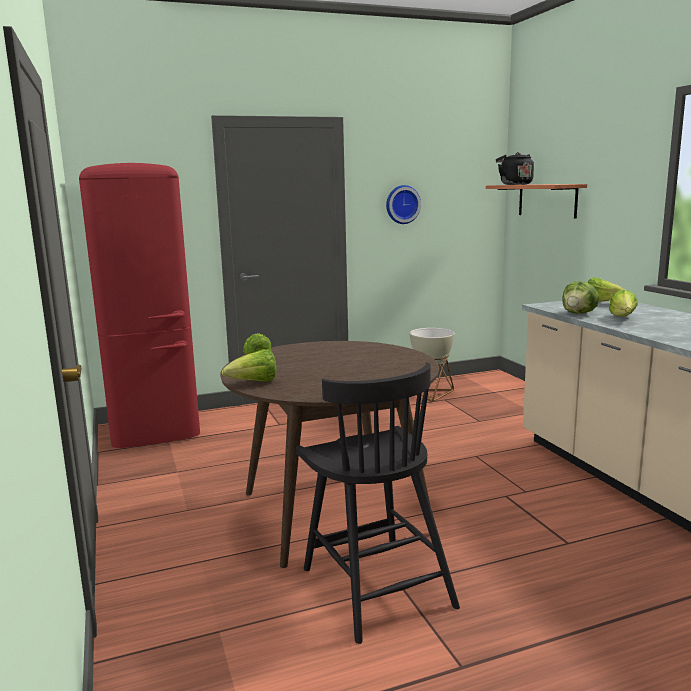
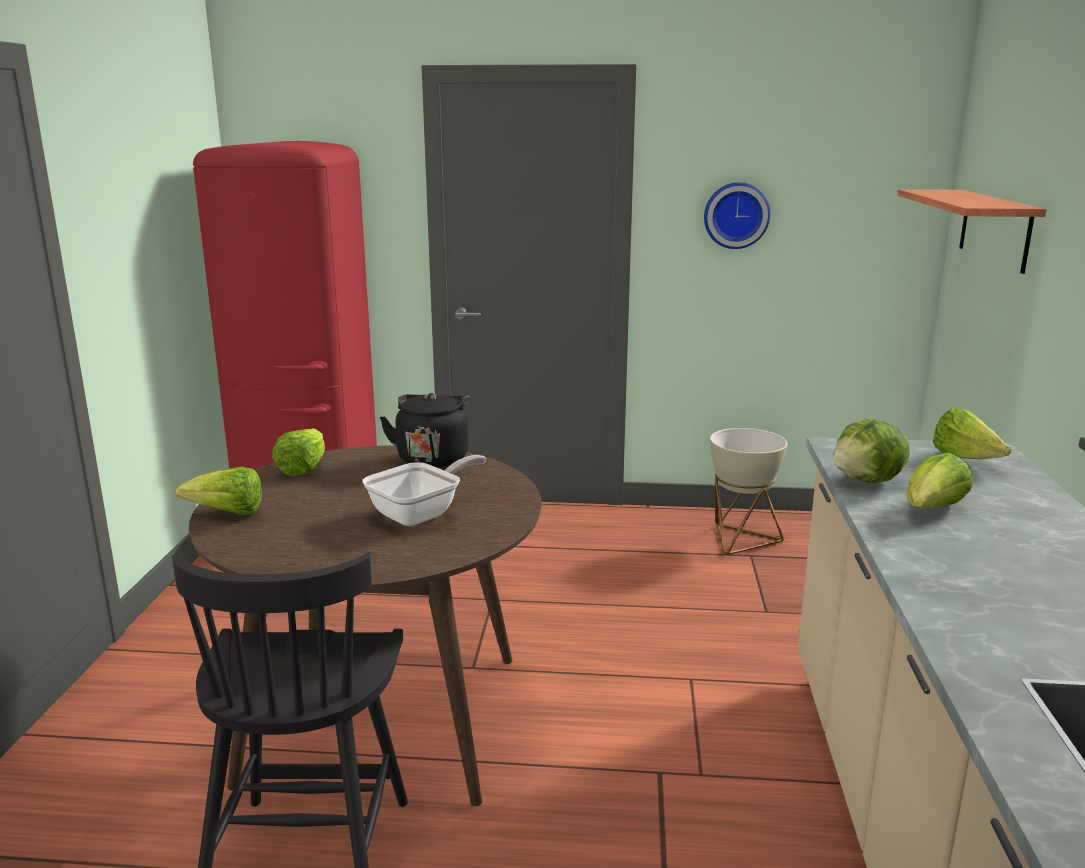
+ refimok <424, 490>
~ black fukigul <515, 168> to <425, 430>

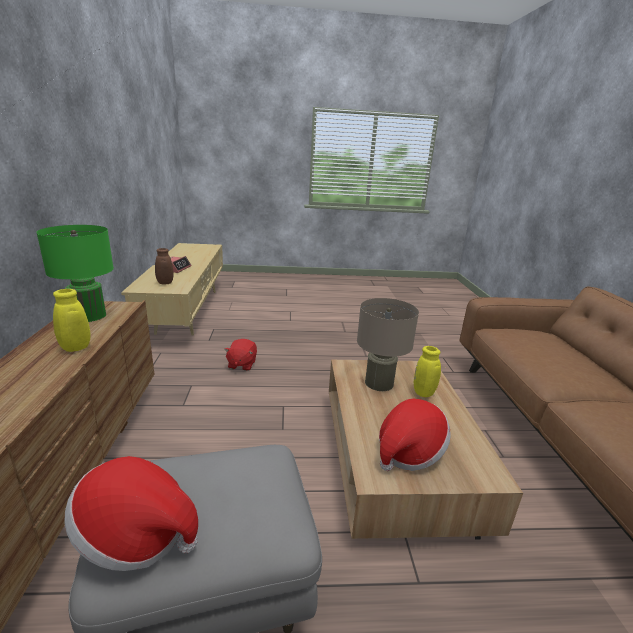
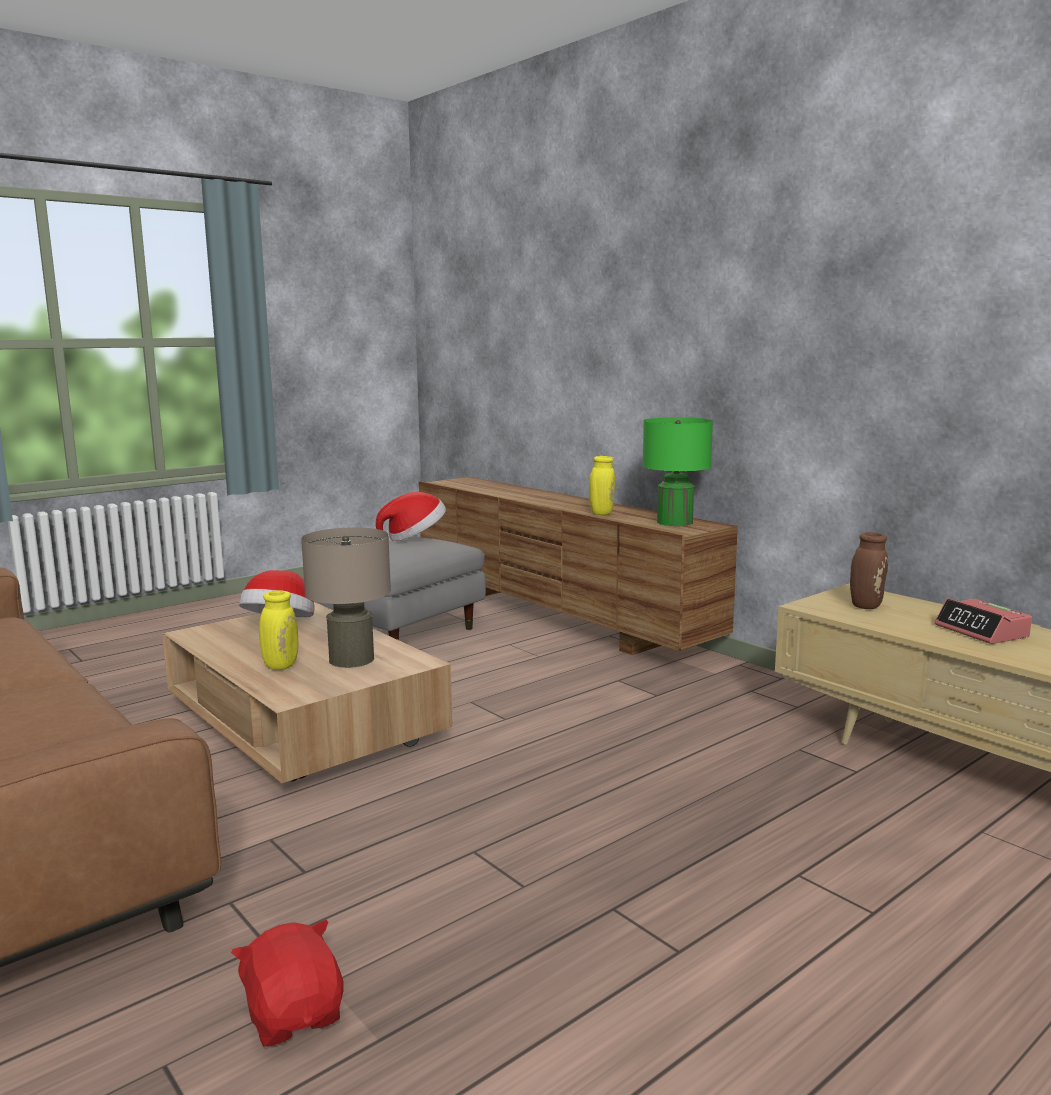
~ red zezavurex <240, 355> to <287, 983>

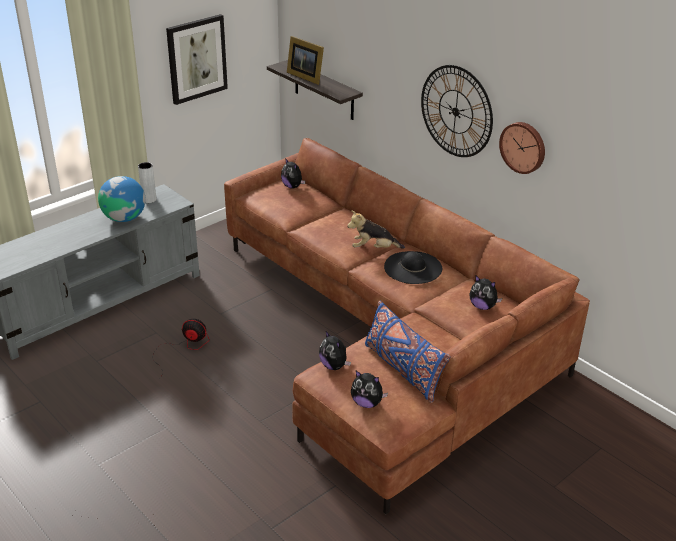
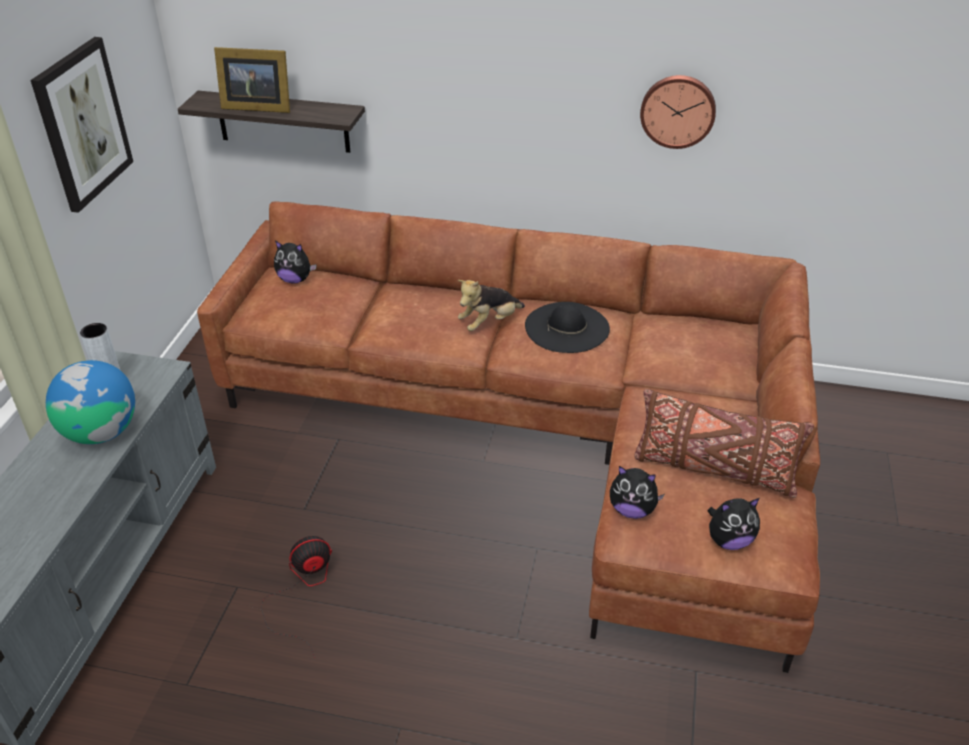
- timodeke <457, 111>
- zezavurex <485, 293>
~ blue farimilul <407, 351> to brown farimilul <724, 443>

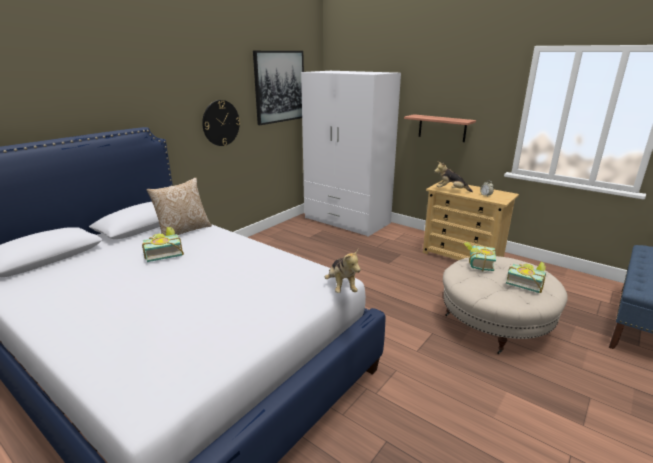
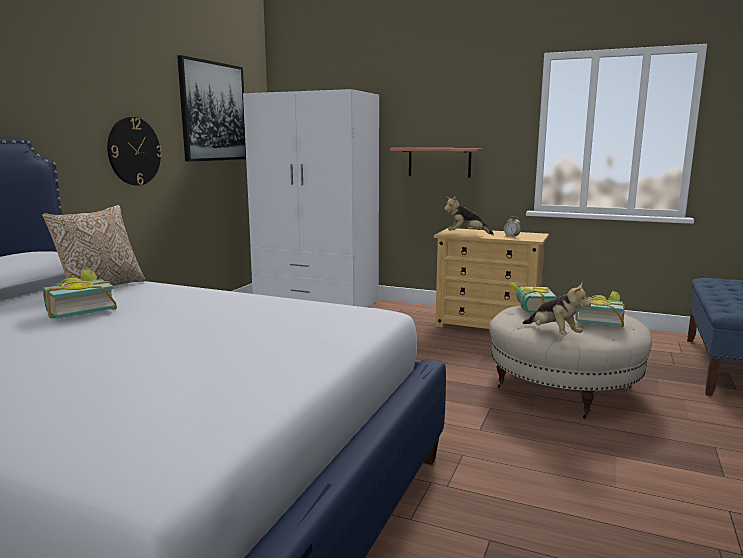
~ zezavurex <343, 271> to <557, 309>

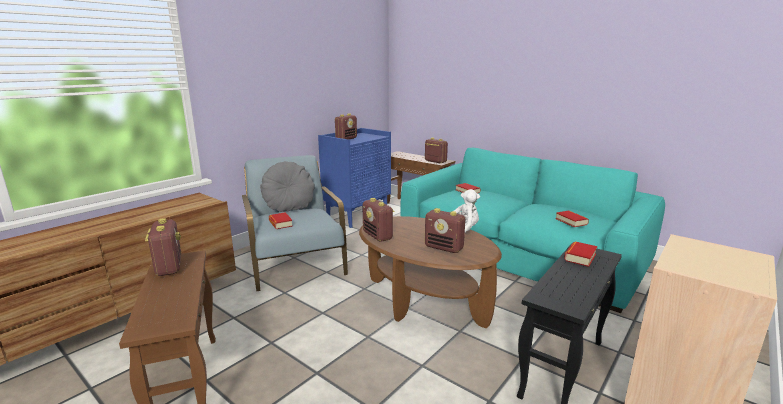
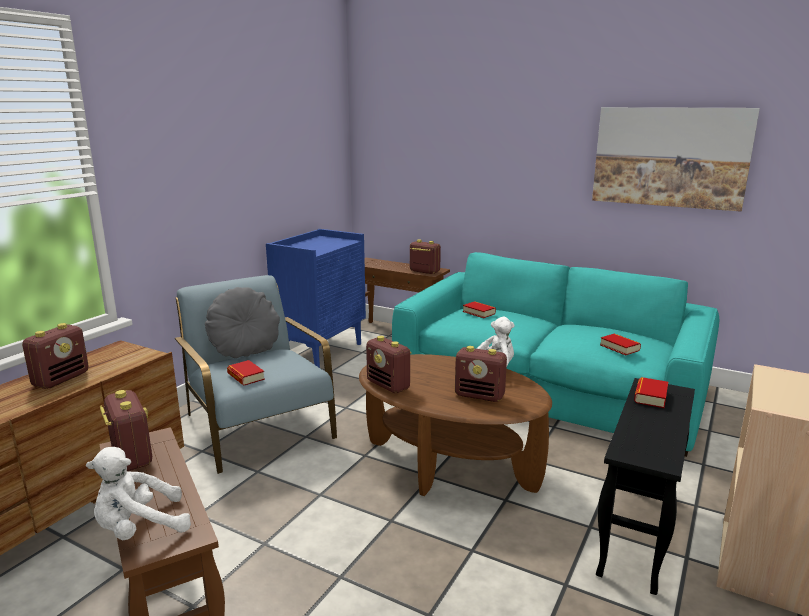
+ white zezavurex <138, 493>
+ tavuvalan <676, 159>
~ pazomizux <346, 126> to <55, 356>

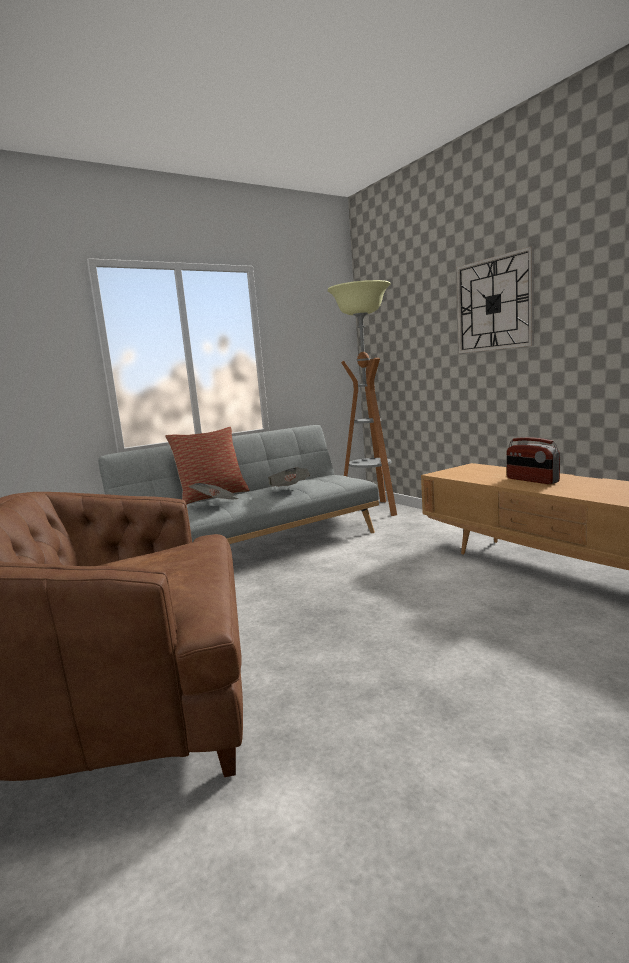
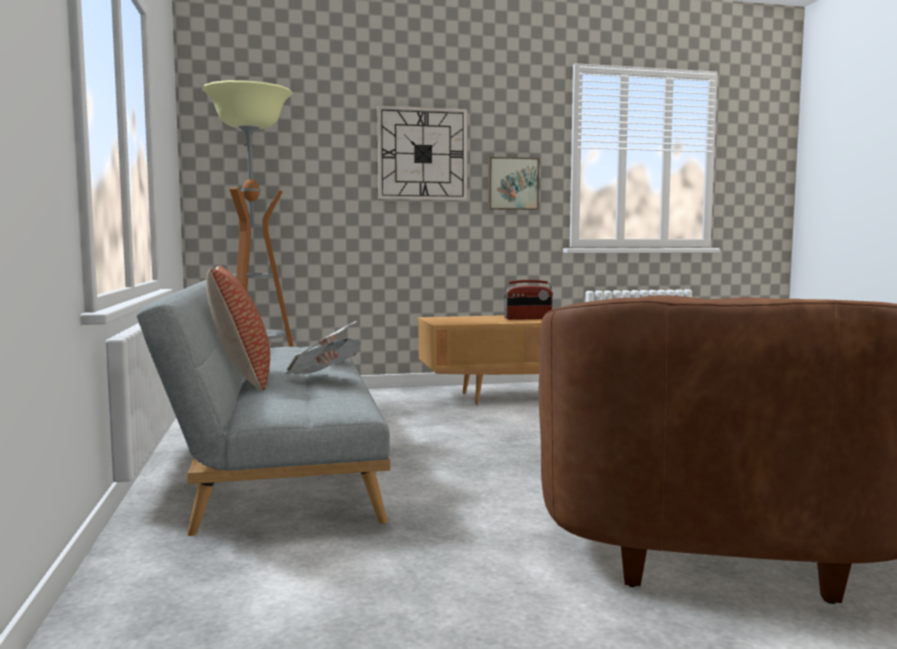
+ tavuvalan <513, 183>

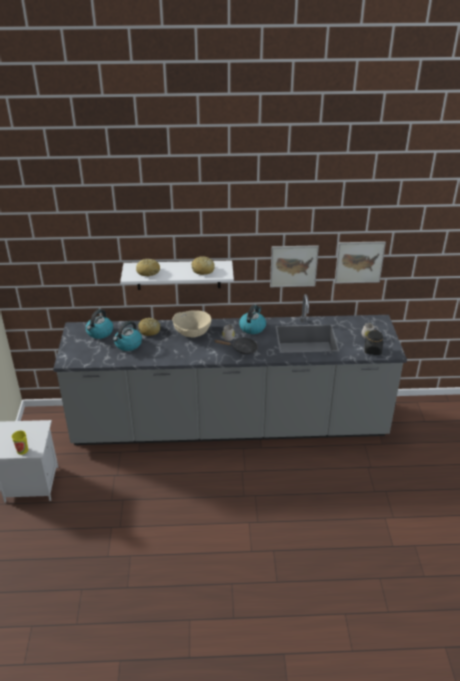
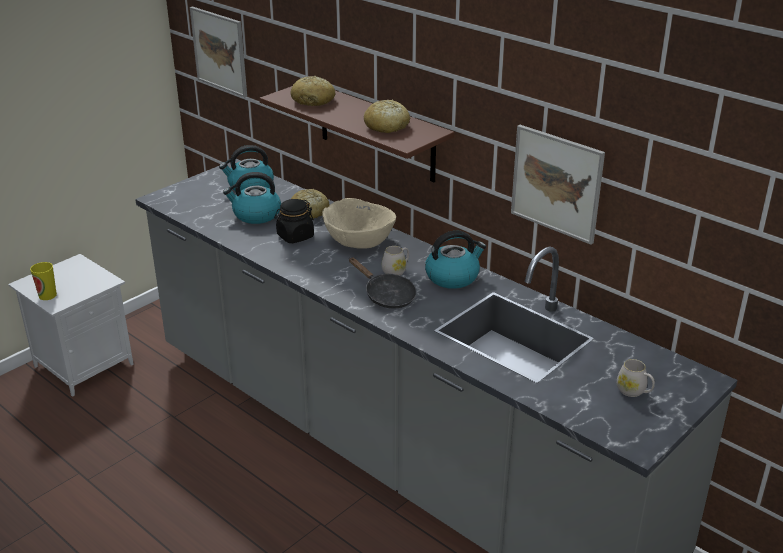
~ tavuvalan <360, 262> to <218, 52>
~ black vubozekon <373, 342> to <294, 221>
~ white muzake <177, 275> to brown muzake <356, 134>

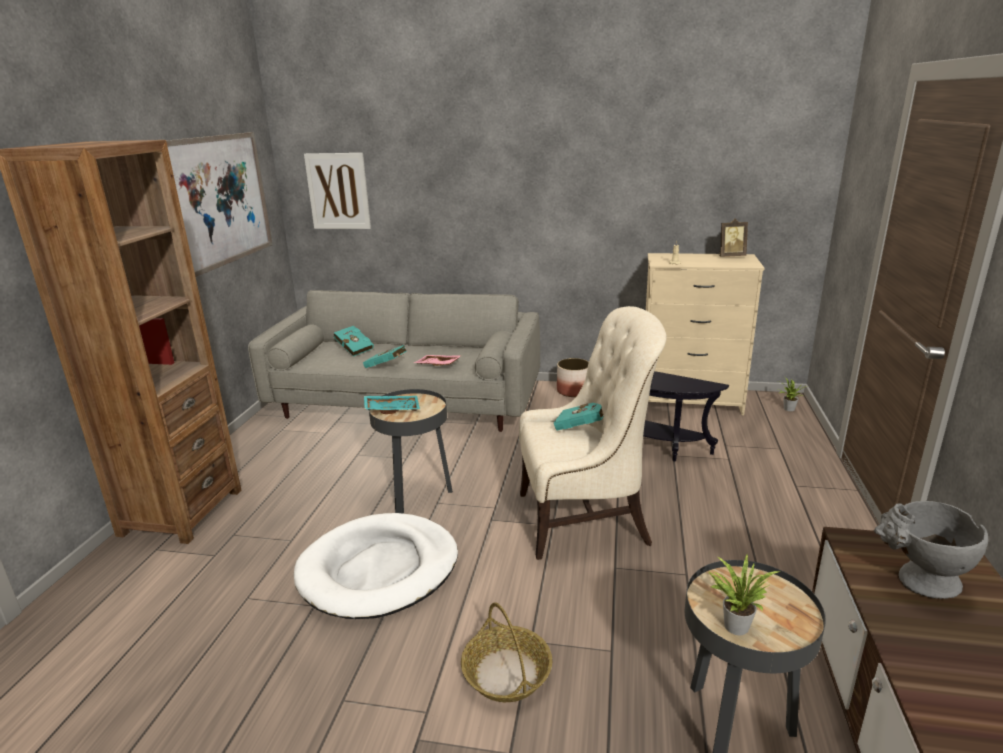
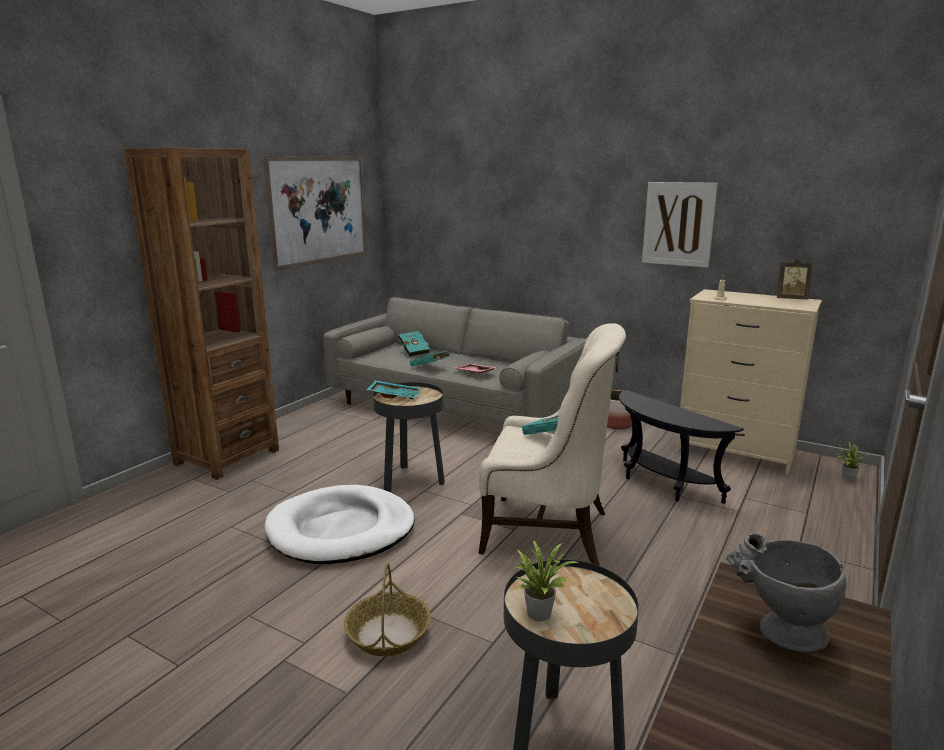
~ tavuvalan <337, 191> to <680, 225>

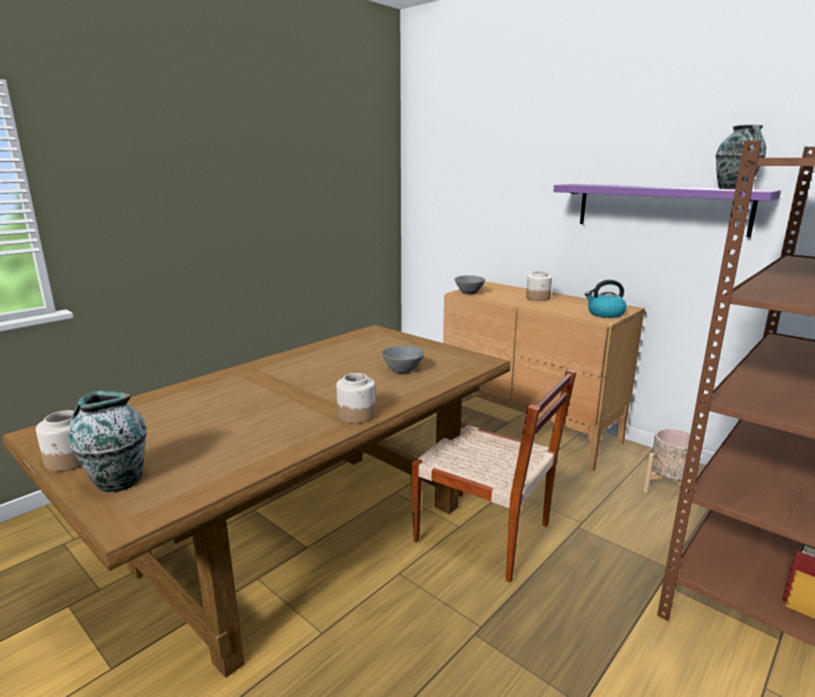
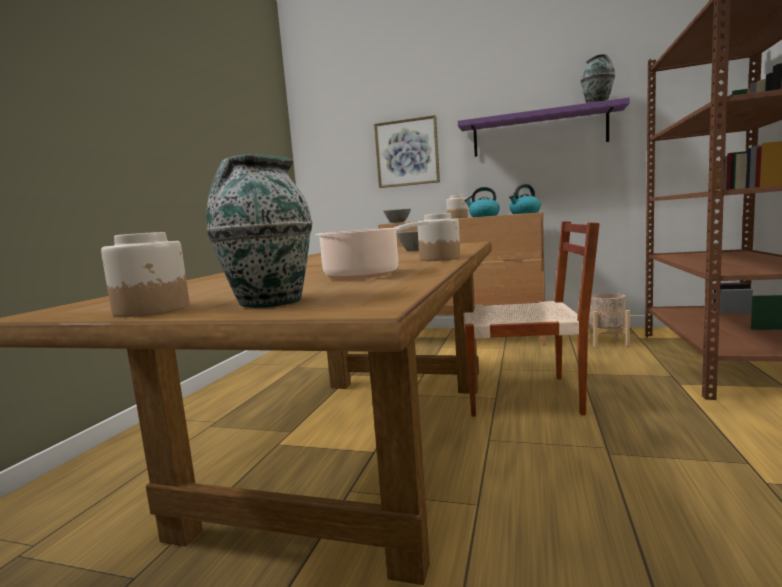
+ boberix <372, 250>
+ tavuvalan <407, 151>
+ fukigul <482, 202>

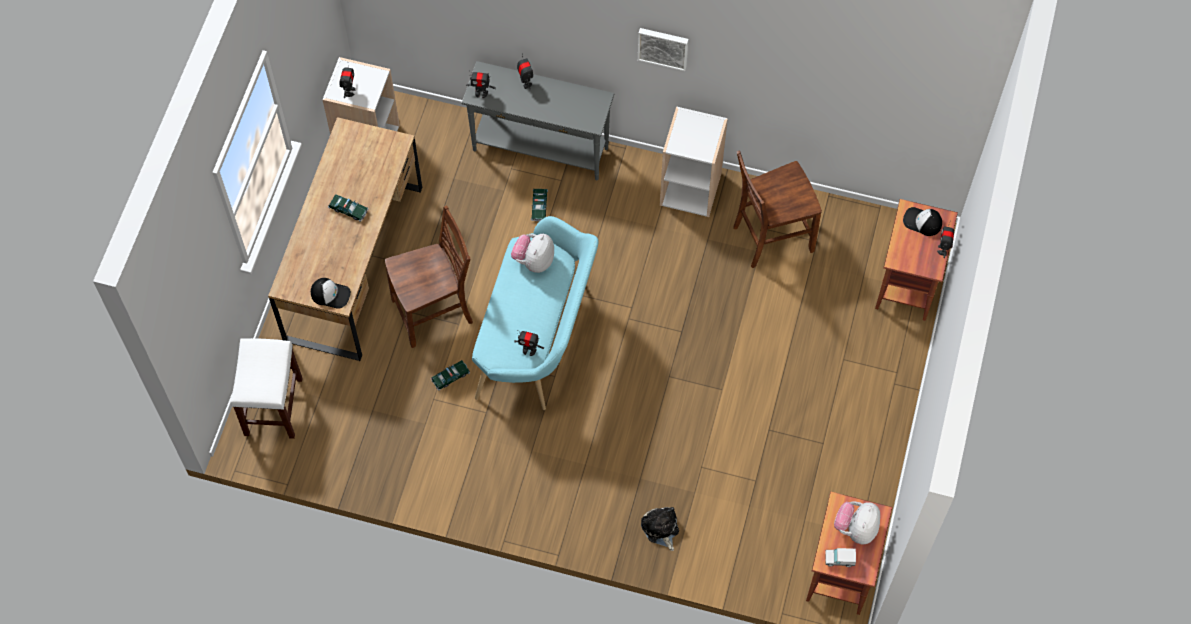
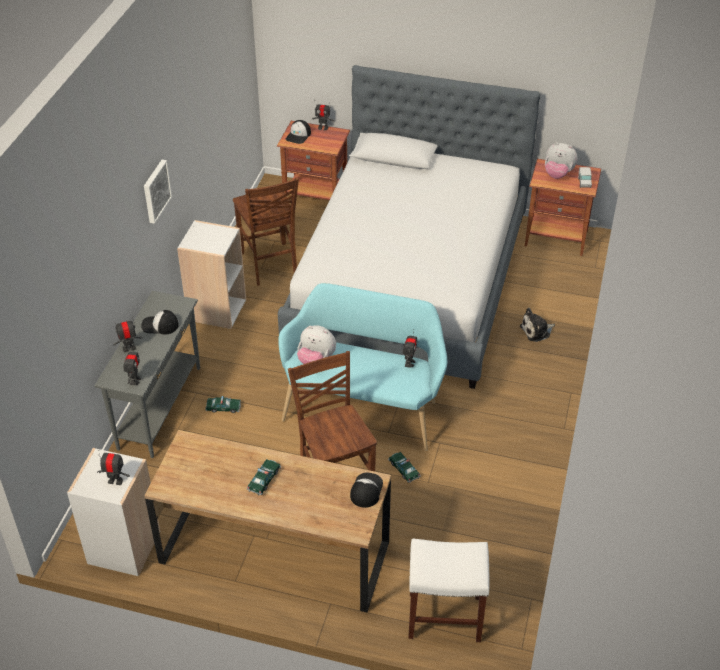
+ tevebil <160, 322>
+ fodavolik <409, 227>

